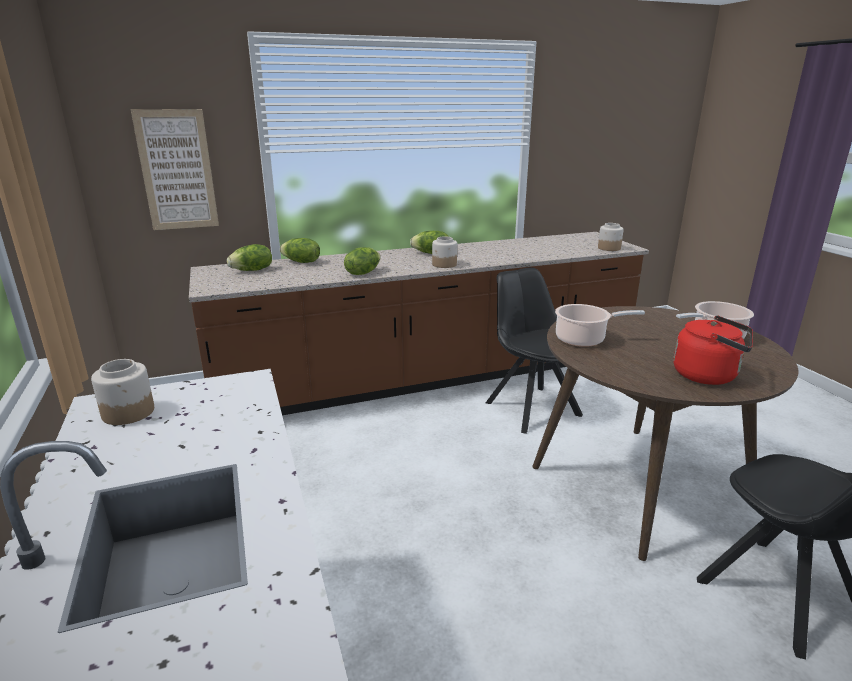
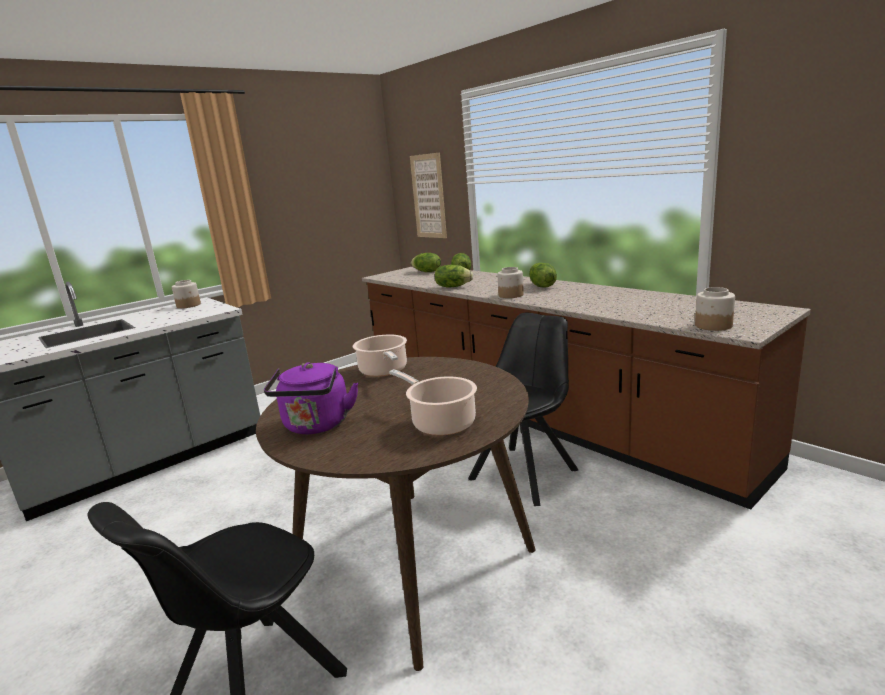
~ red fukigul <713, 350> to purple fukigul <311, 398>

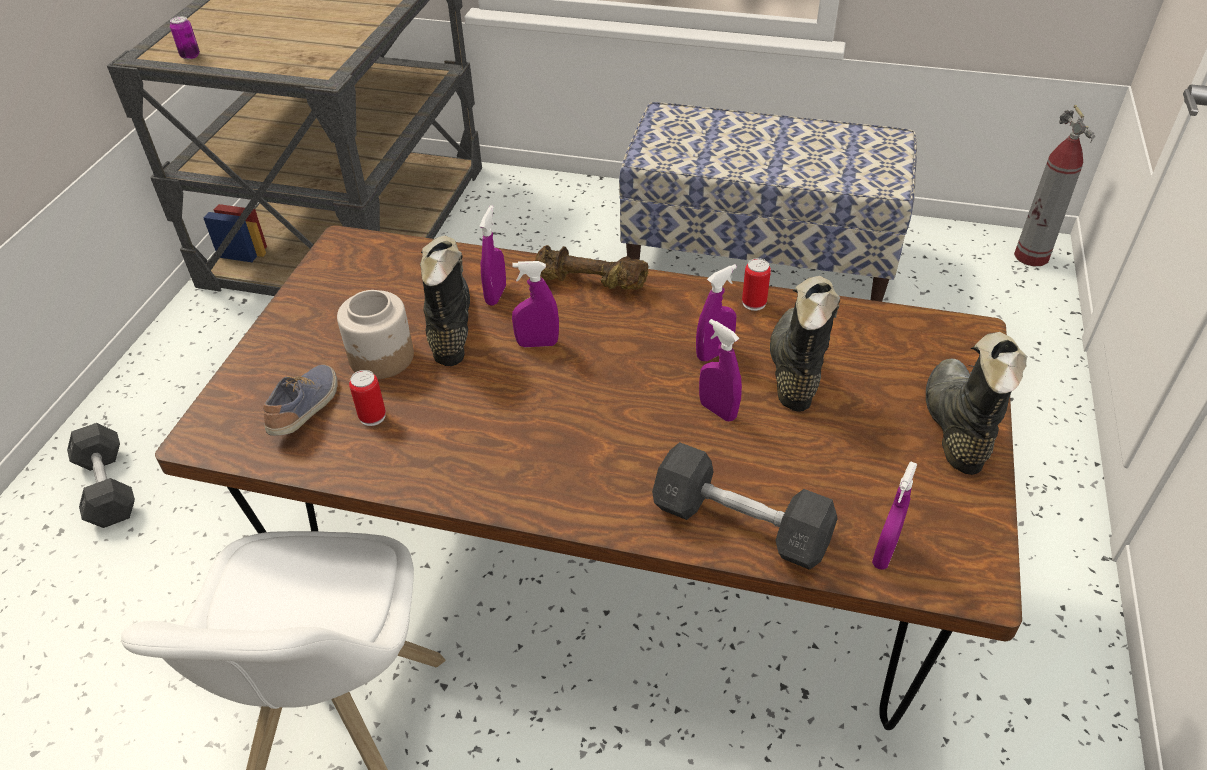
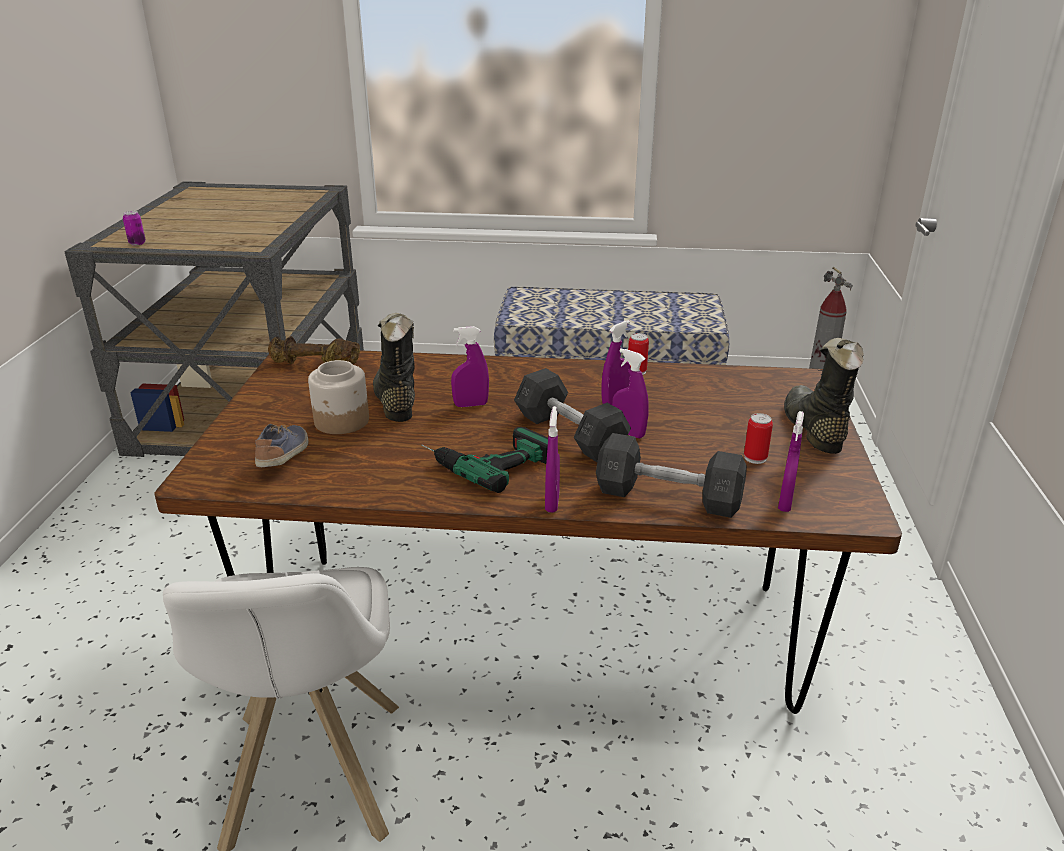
- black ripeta <805, 344>
+ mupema <484, 460>
~ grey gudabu <101, 475> to <572, 415>
~ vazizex <367, 398> to <758, 438>
~ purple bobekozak <492, 255> to <552, 459>
~ brown gudabu <592, 267> to <314, 350>

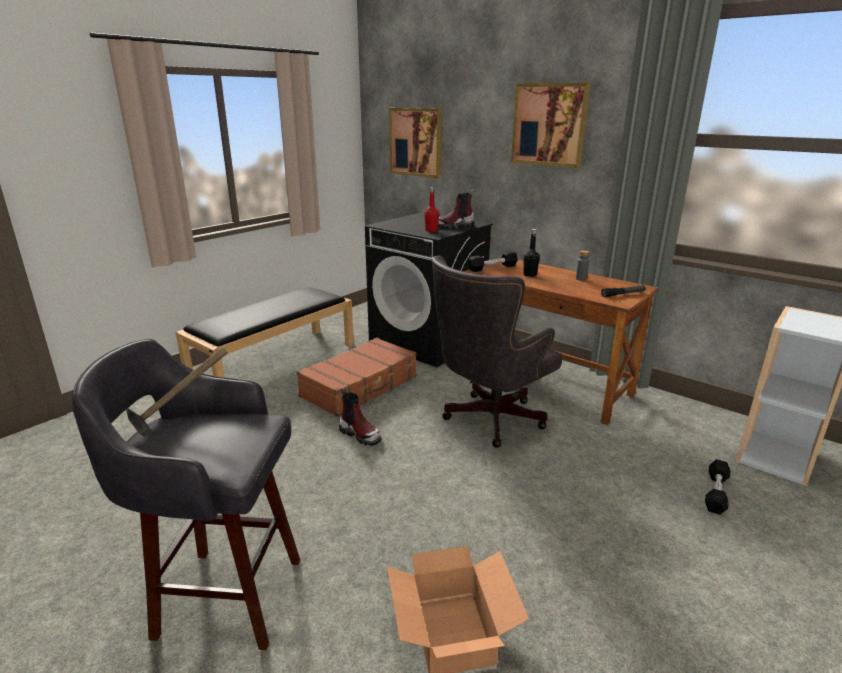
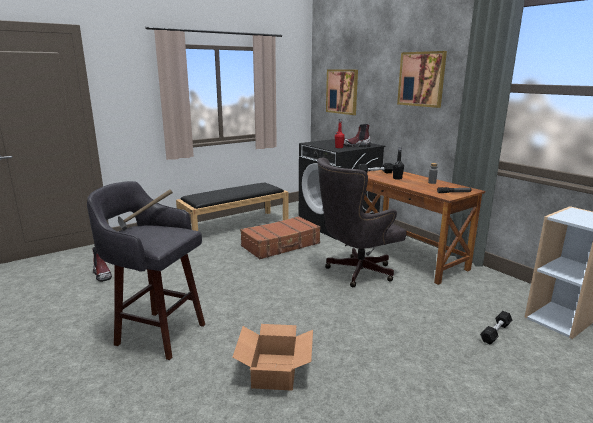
~ ripeta <360, 417> to <102, 262>

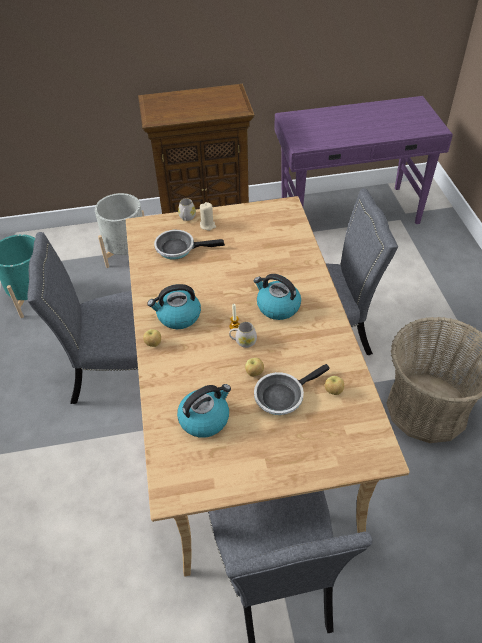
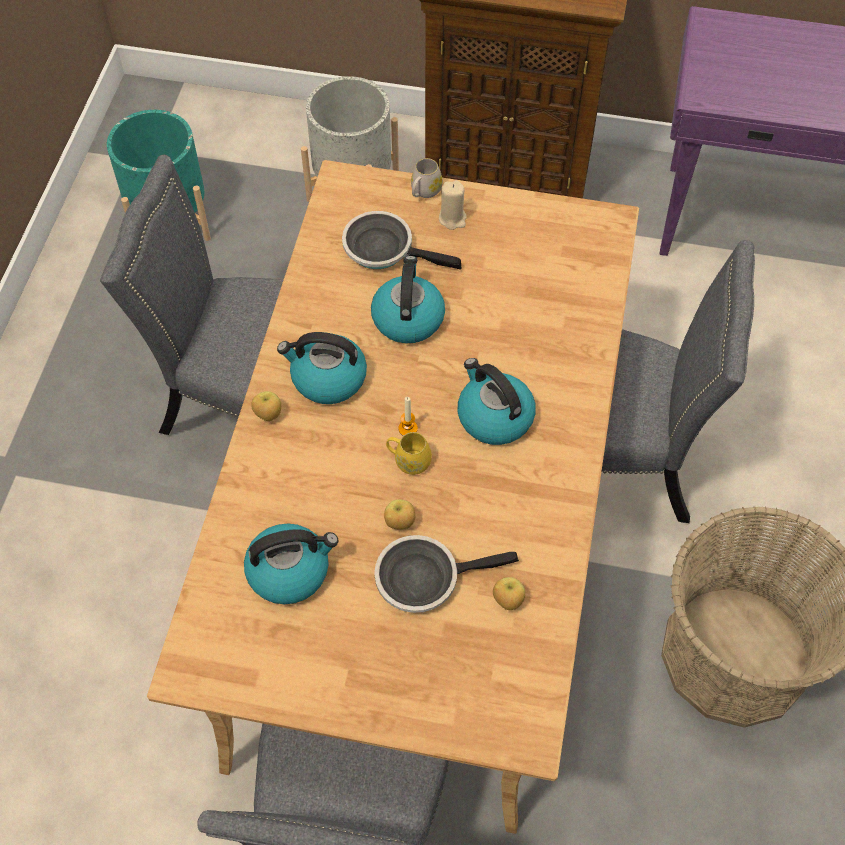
+ fukigul <408, 299>
~ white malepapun <243, 335> to yellow malepapun <409, 453>

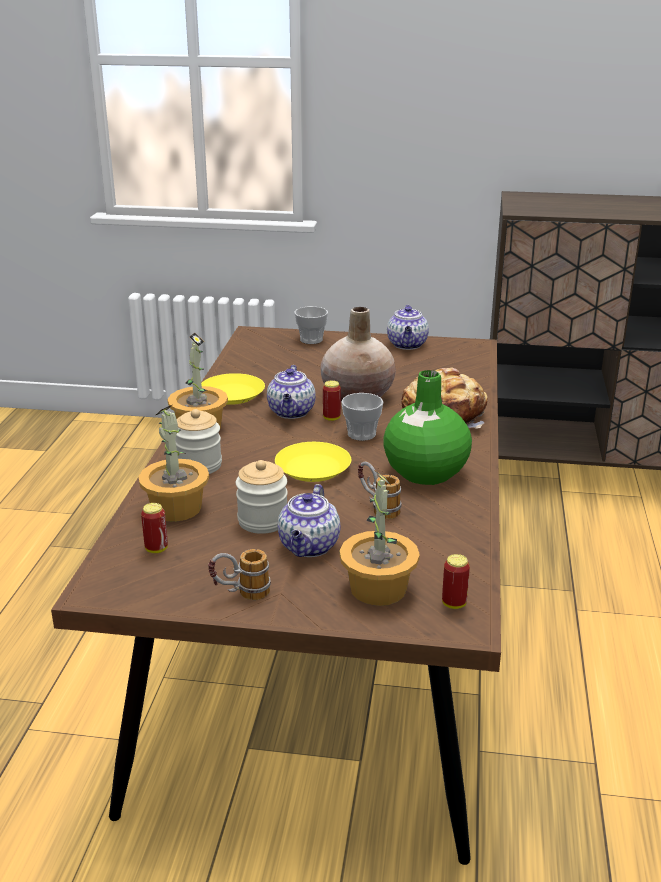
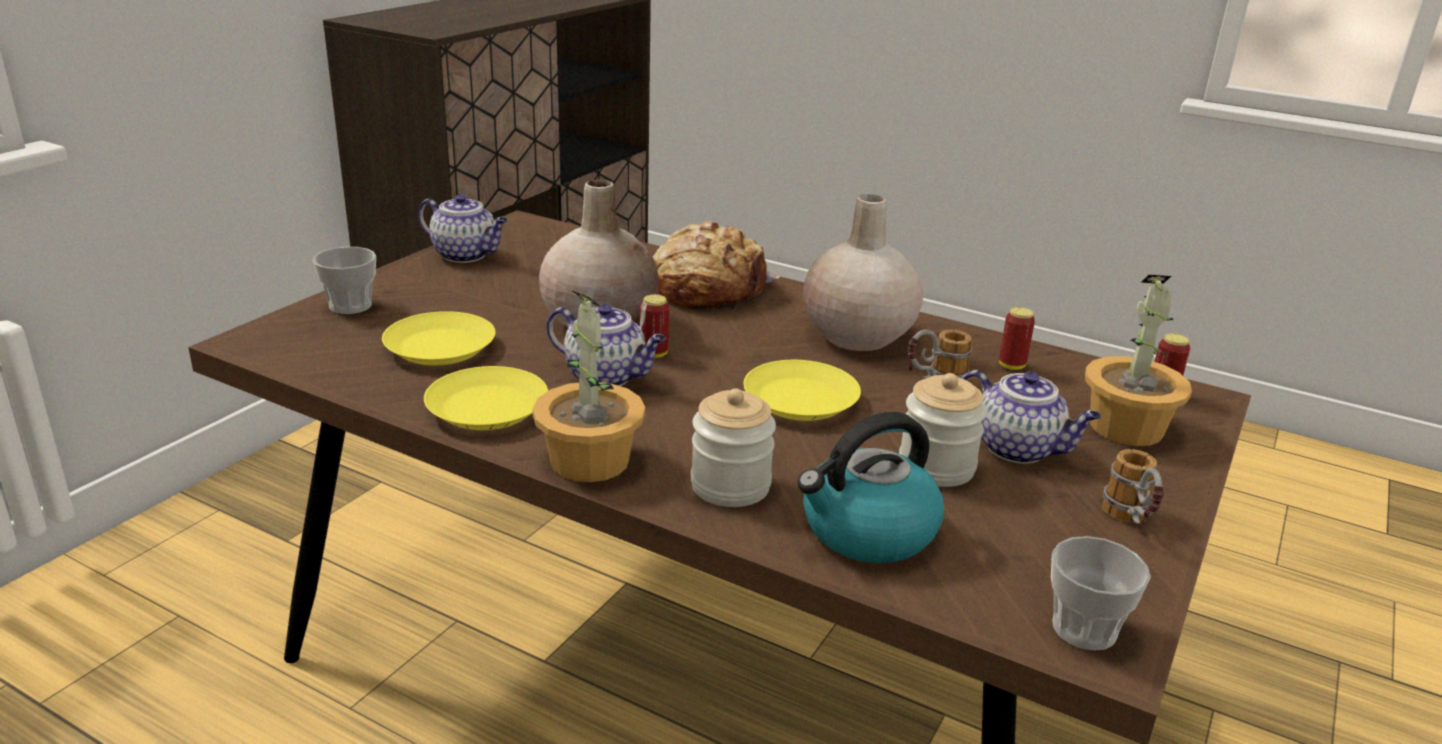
+ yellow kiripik <438, 338>
~ vazizex <154, 528> to <1017, 338>
~ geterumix <362, 417> to <1101, 593>
~ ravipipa <173, 463> to fukigul <870, 487>
~ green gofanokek <427, 427> to beige gofanokek <863, 272>

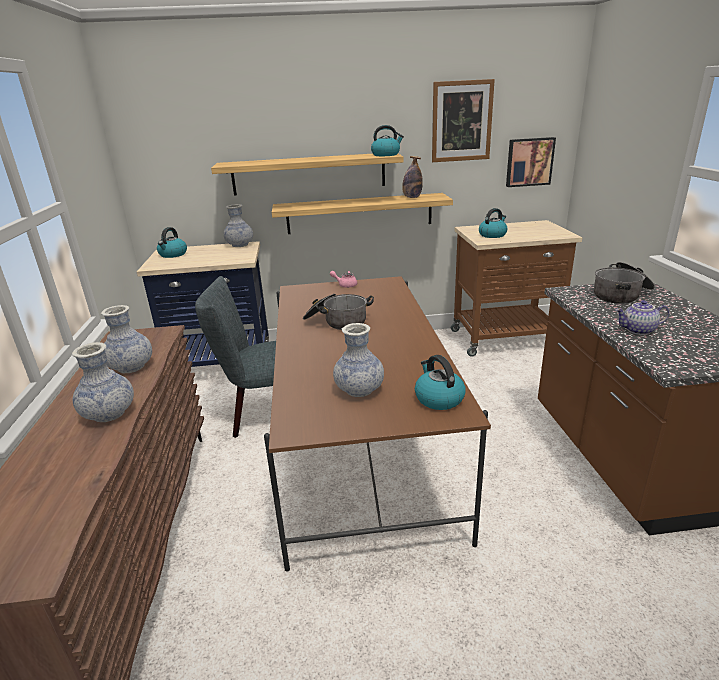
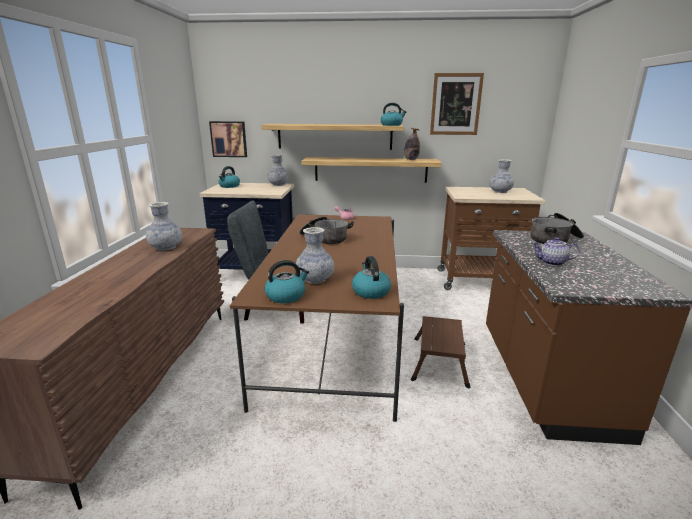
+ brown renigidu <441, 352>
~ gofanokek <103, 382> to <501, 176>
~ fukigul <493, 223> to <287, 281>
~ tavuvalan <531, 162> to <228, 139>

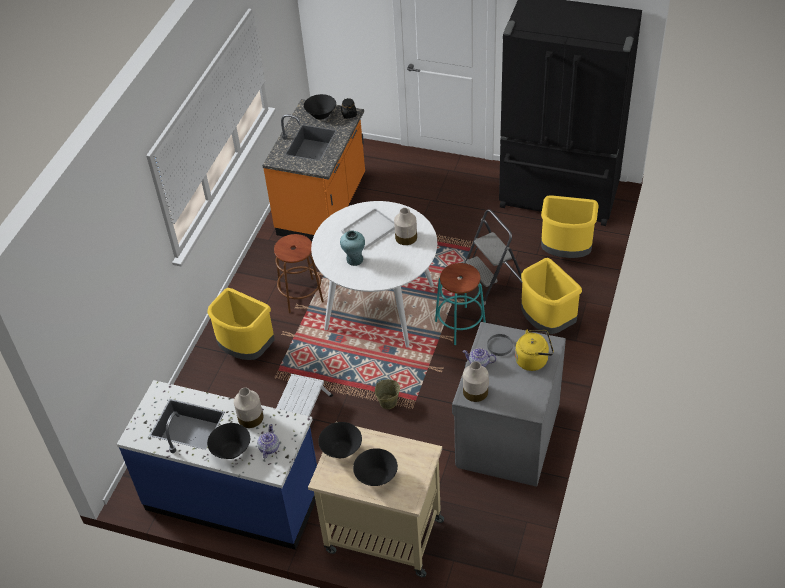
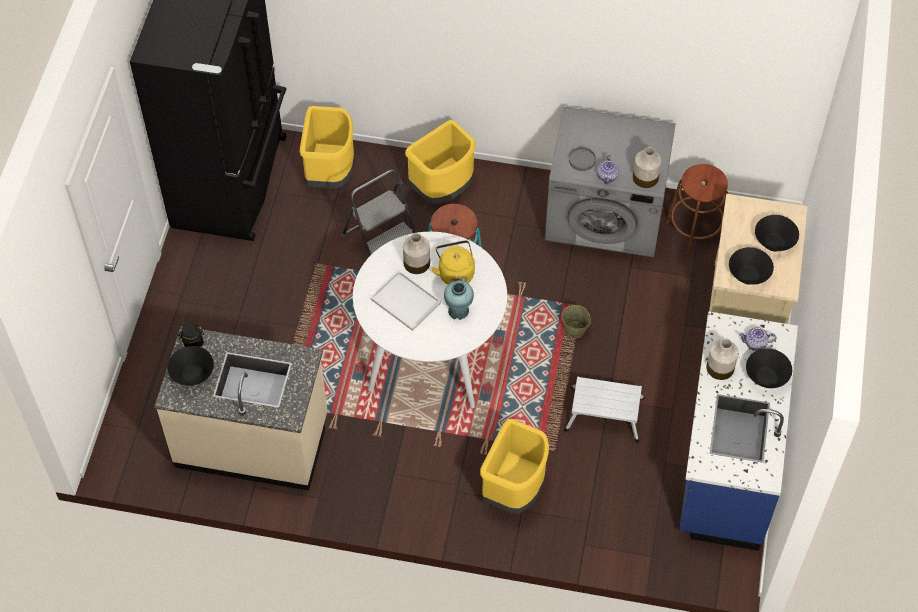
~ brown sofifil <299, 273> to <697, 209>
~ yellow fukigul <534, 350> to <453, 262>
~ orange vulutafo <313, 170> to beige vulutafo <241, 408>

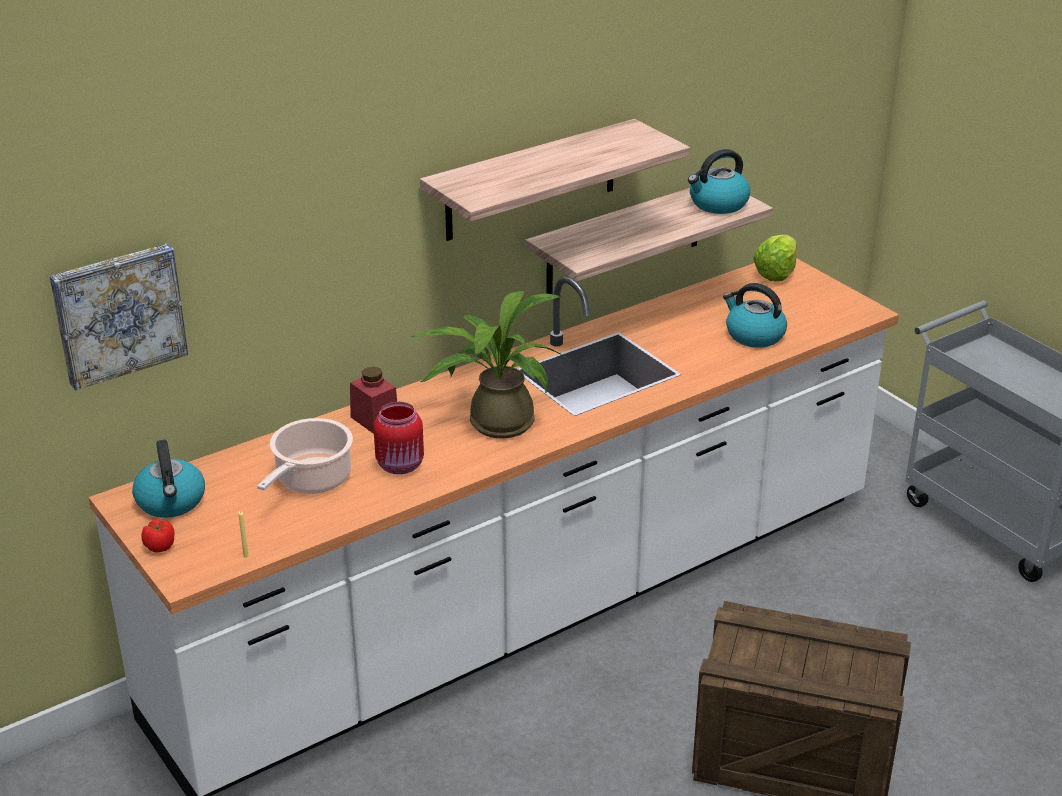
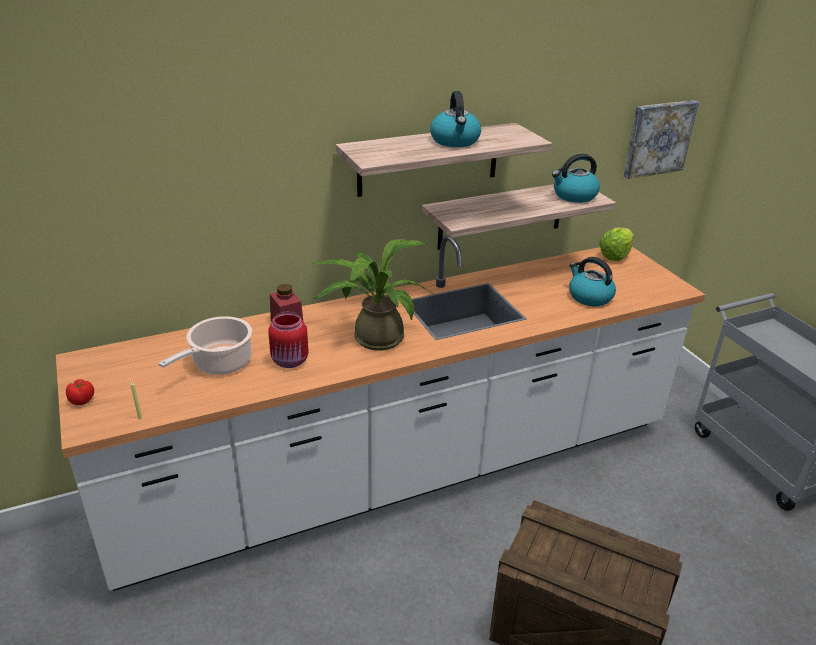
~ tavuvalan <119, 316> to <661, 139>
~ fukigul <168, 479> to <455, 119>

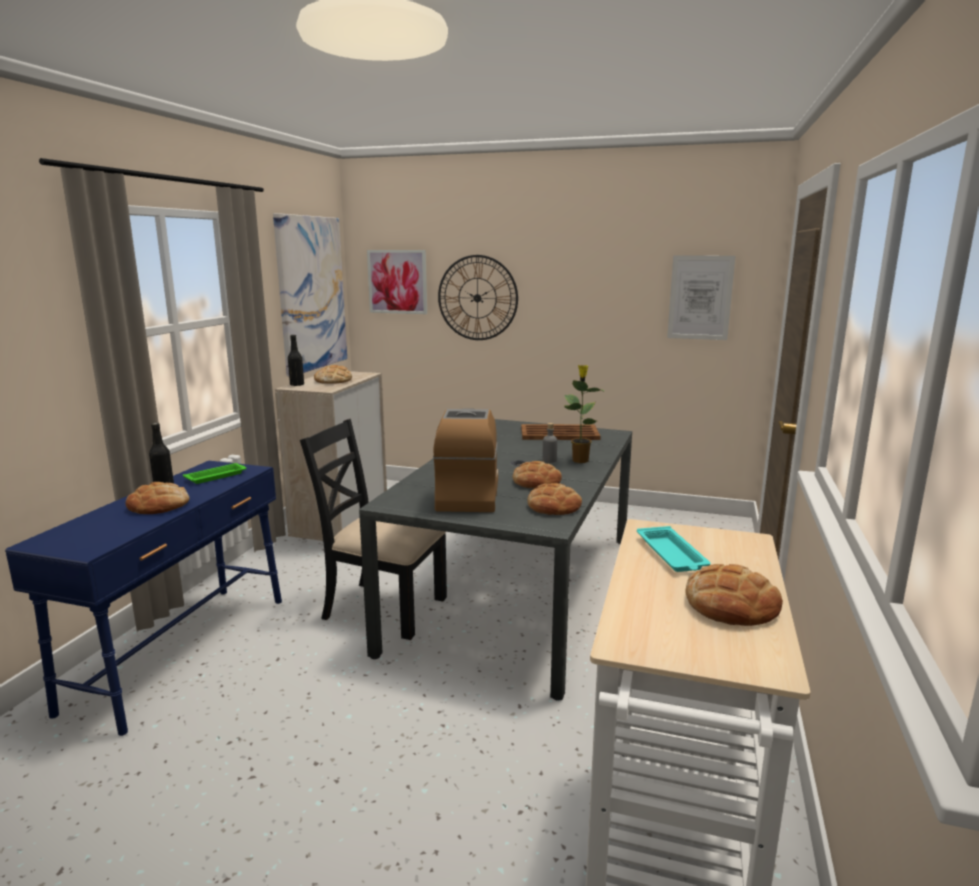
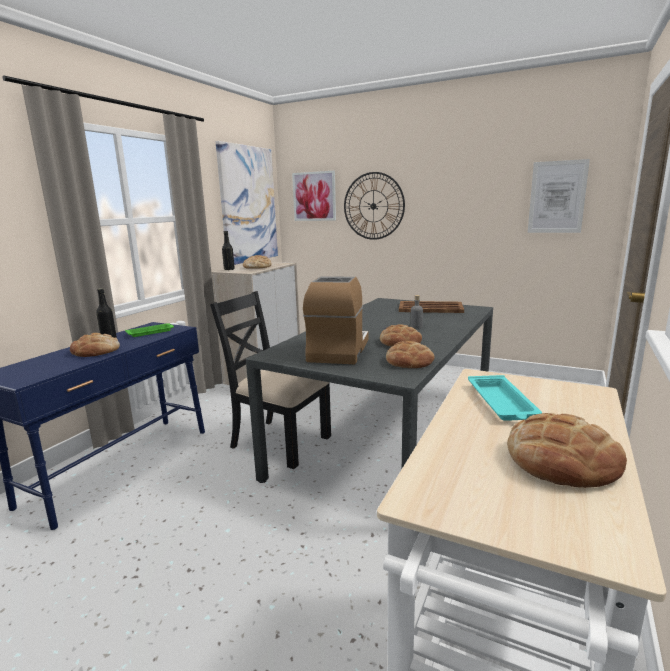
- ravipipa <584, 414>

